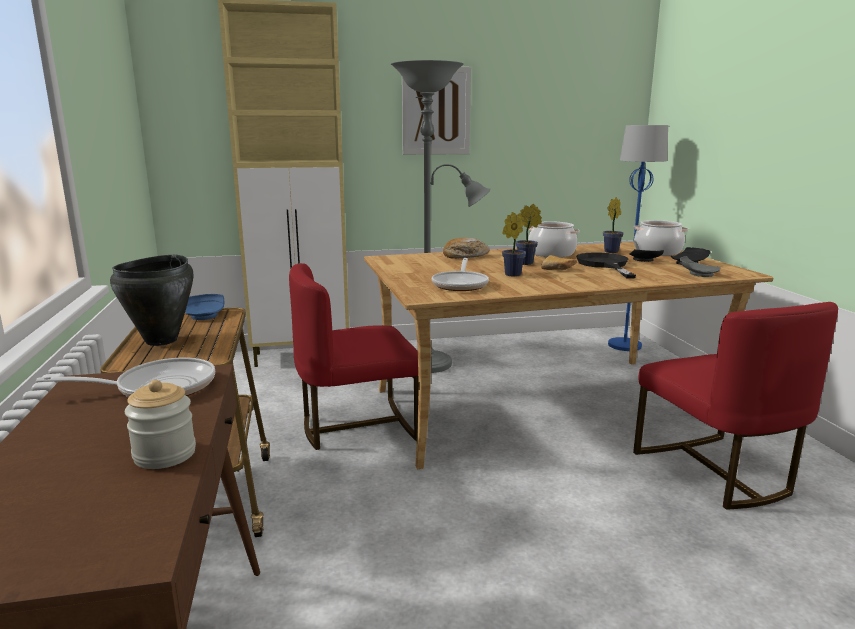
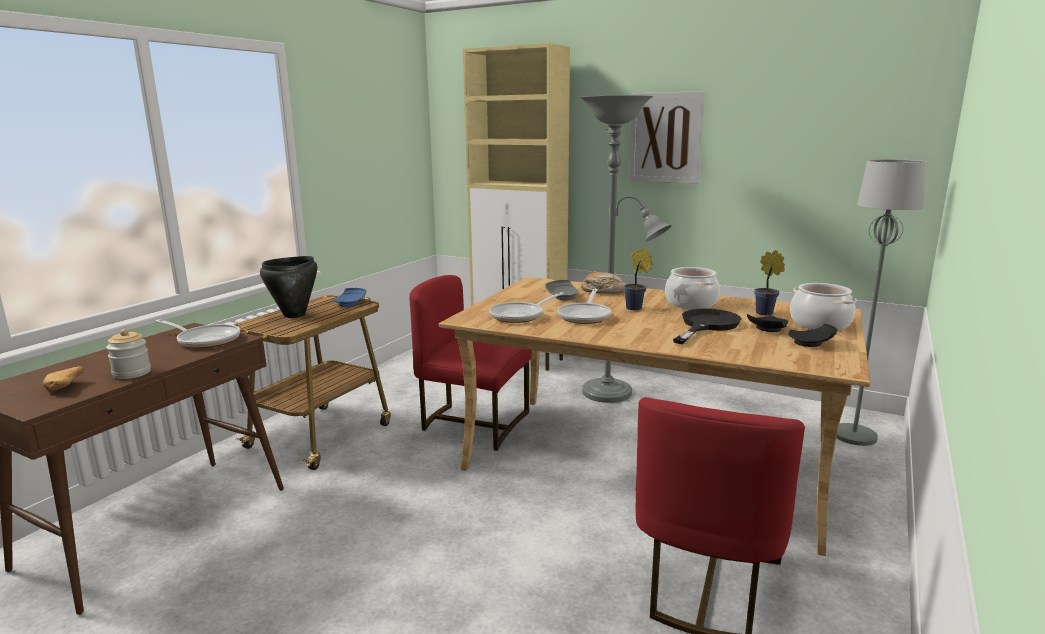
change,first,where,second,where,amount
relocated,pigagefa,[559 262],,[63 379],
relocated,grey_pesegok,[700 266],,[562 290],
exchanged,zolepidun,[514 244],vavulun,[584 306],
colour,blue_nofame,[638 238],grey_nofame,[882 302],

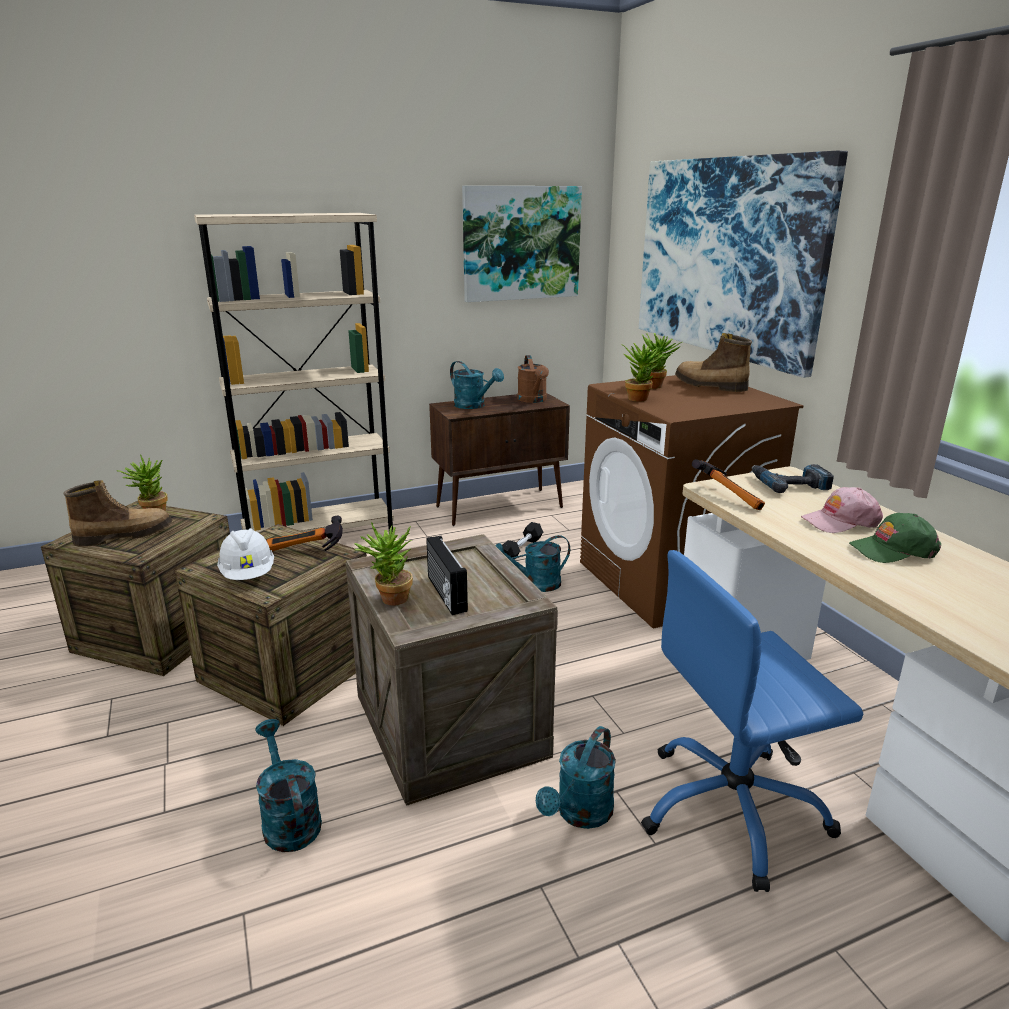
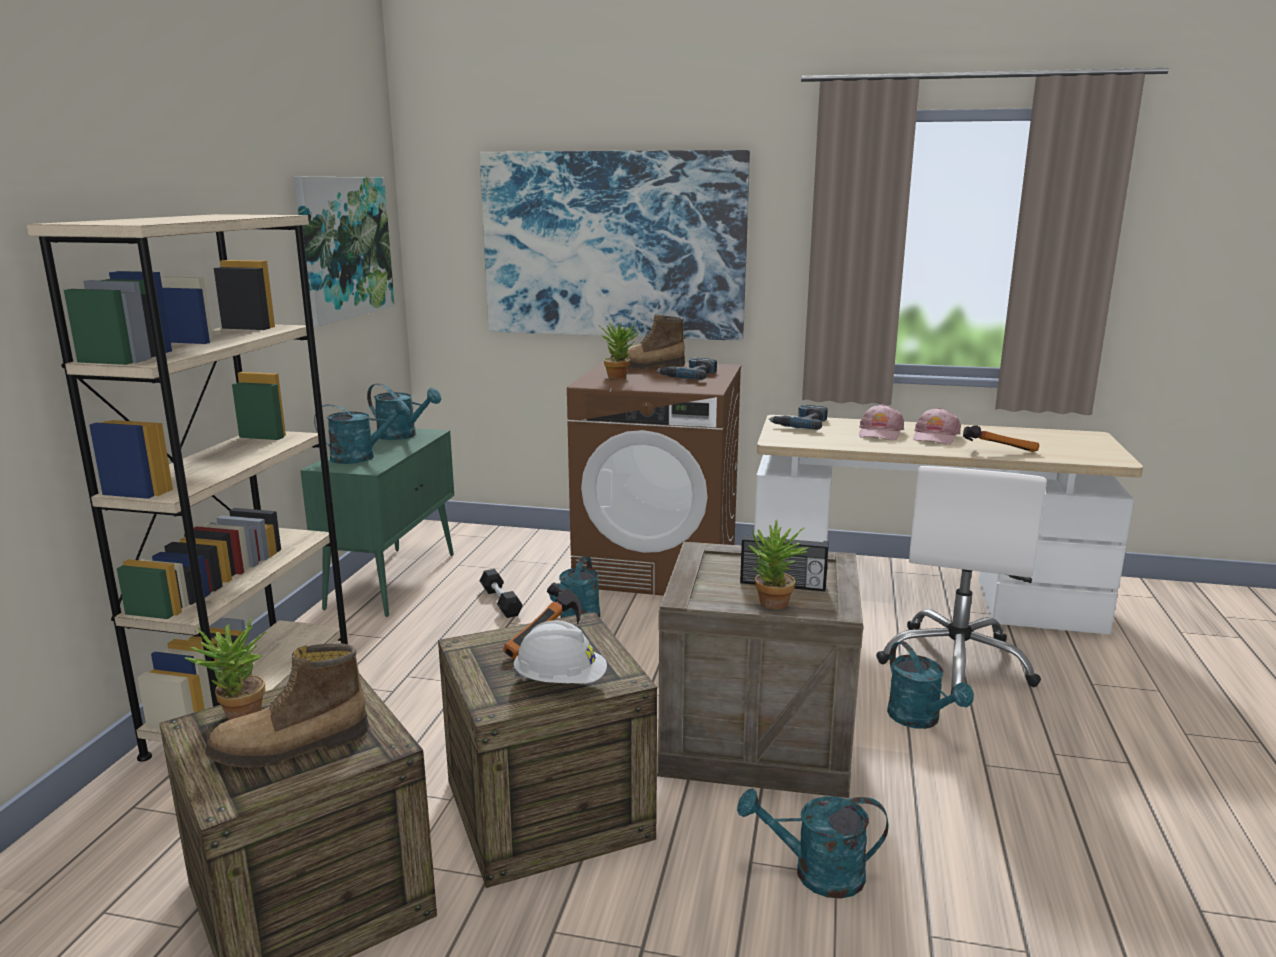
change,first,where,second,where,amount
spun,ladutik,[118 513],,[287 705],120 degrees counterclockwise
colour,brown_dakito,[499 459],green_dakito,[377 522],
colour,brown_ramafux,[533 379],turquoise_ramafux,[404 411],
appeared,,,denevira,[686 368],
colour,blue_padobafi,[752 721],white_padobafi,[961 580],
colour,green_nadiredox,[895 538],pink_nadiredox,[937 426],
relocated,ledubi,[728 484],,[1001 438],
missing,zolepidun,[643 372],,,

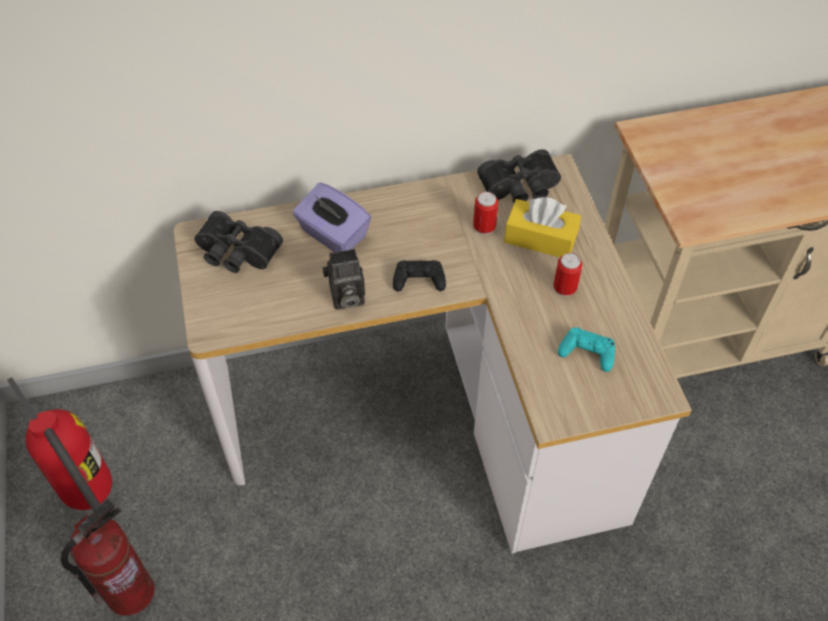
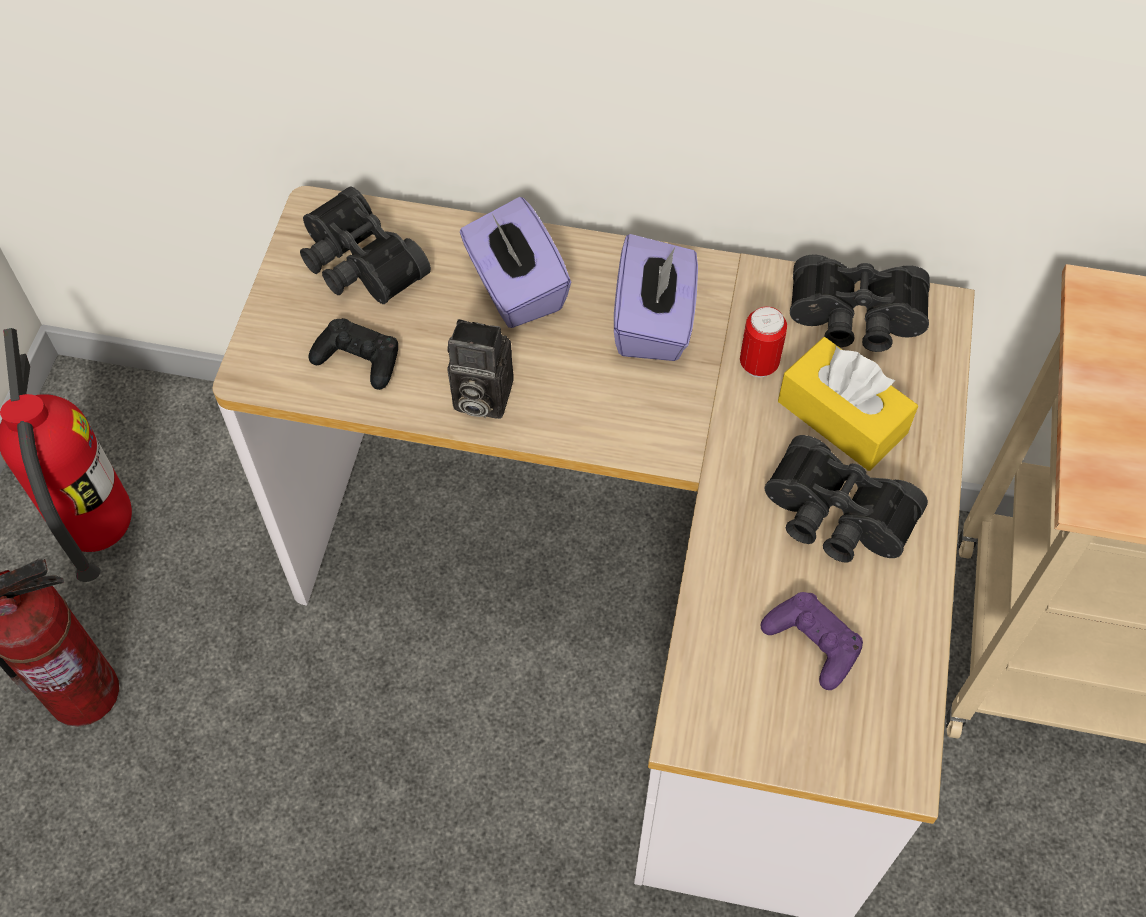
change,first,where,second,where,amount
relocated,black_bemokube,[419 275],,[353 354],
appeared,,,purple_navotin,[656 297],
colour,turquoise_bemokube,[586 349],purple_bemokube,[812 641],
exchanged,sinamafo,[567 274],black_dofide,[846 499],

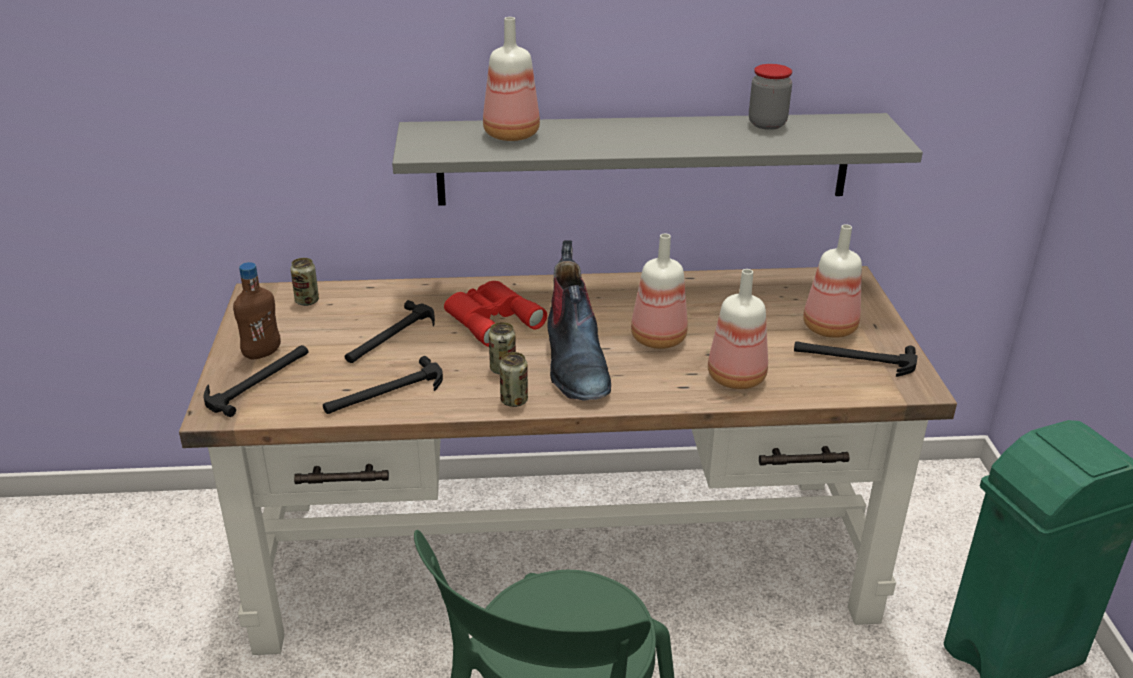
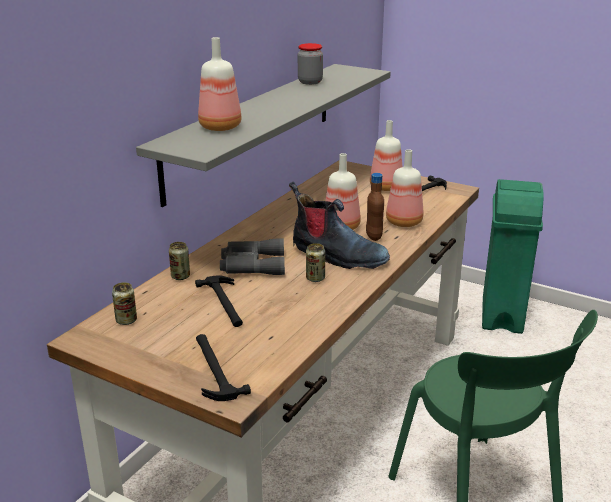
change,first,where,second,where,amount
relocated,sinamafo,[514 379],,[179 261],
colour,red_dofide,[495 314],grey_dofide,[252 256],
relocated,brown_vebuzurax,[257 310],,[375 207],
missing,ledubi,[383 385],,,

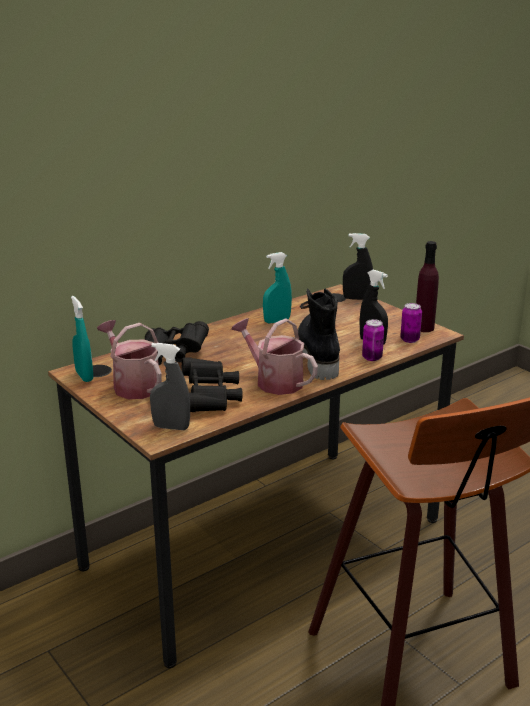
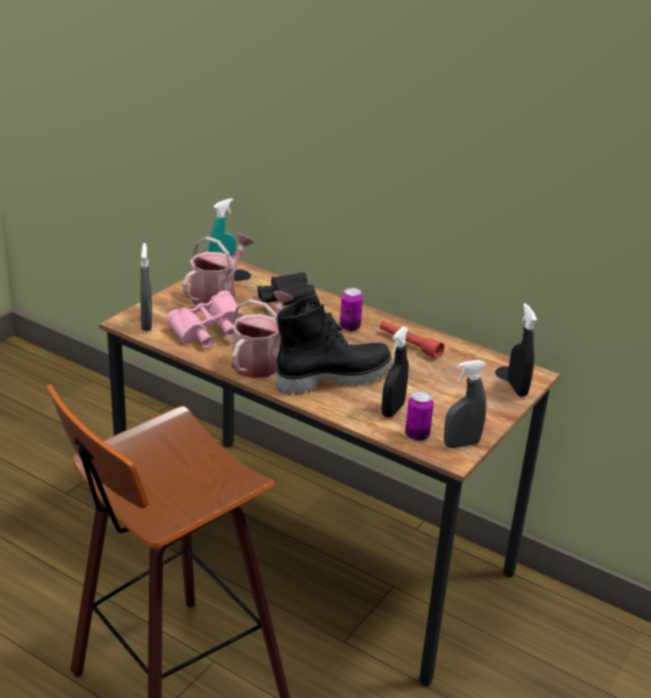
change,first,where,second,where,amount
colour,black_dofide,[212 384],pink_dofide,[205 319],
relocated,sinamafo,[373 340],,[351 309],
exchanged,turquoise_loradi,[277 287],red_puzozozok,[412 340],
exchanged,purple_vebuzurax,[427 286],grey_loradi,[465 404],

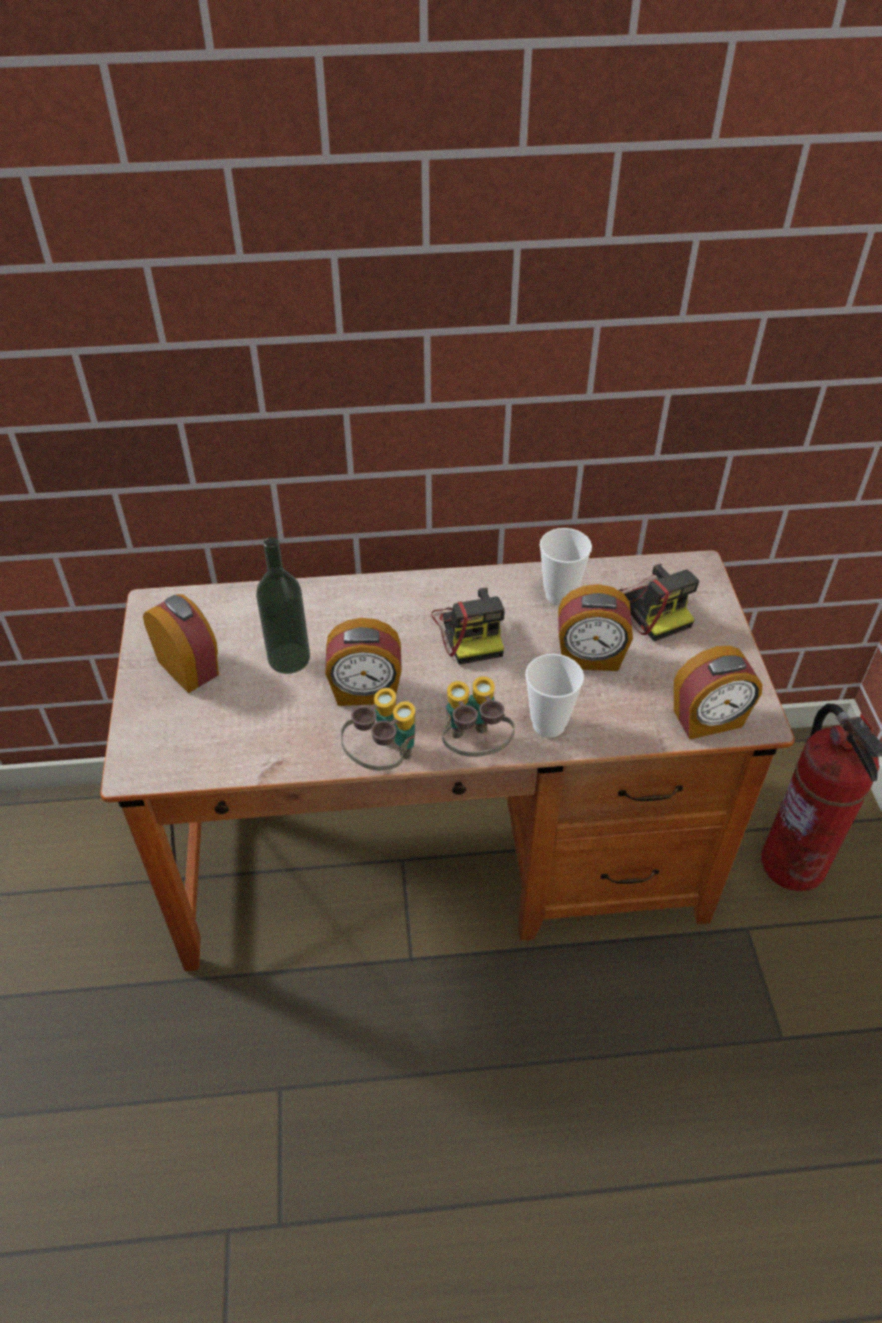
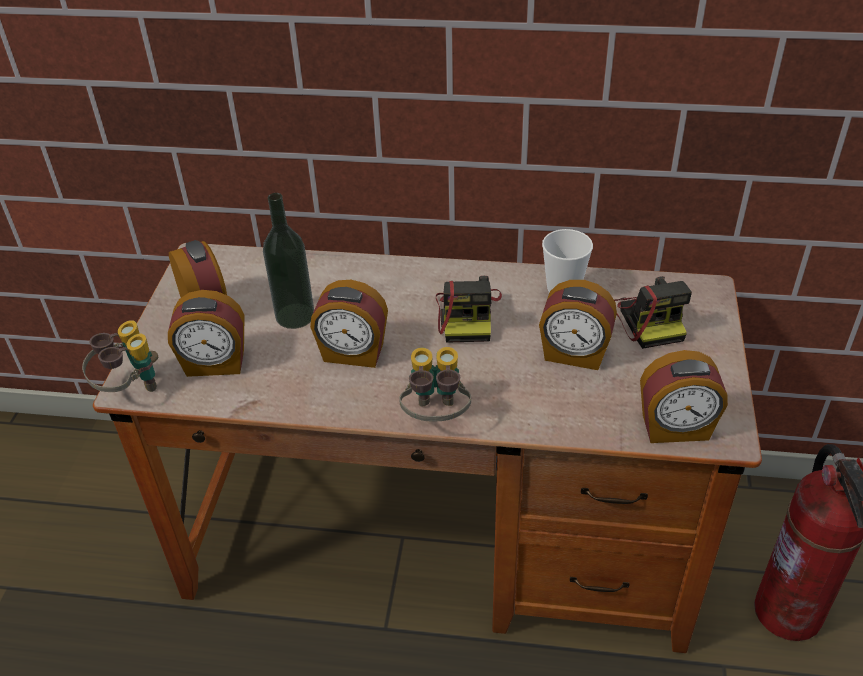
change,first,where,second,where,amount
relocated,dofide,[378 729],,[120 356],
appeared,,,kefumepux,[206 333],
missing,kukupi,[554 696],,,

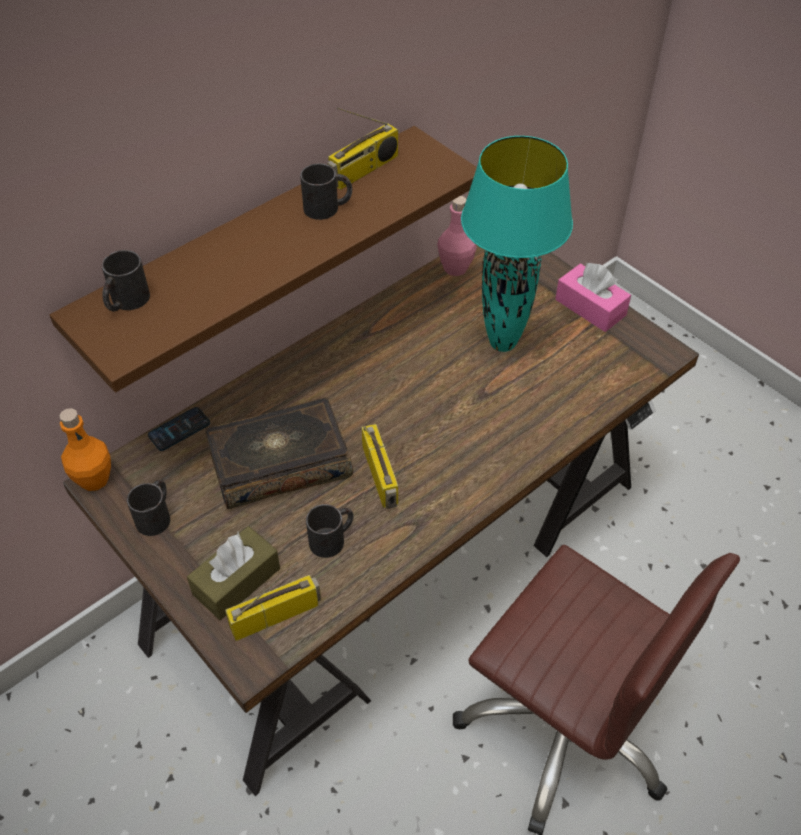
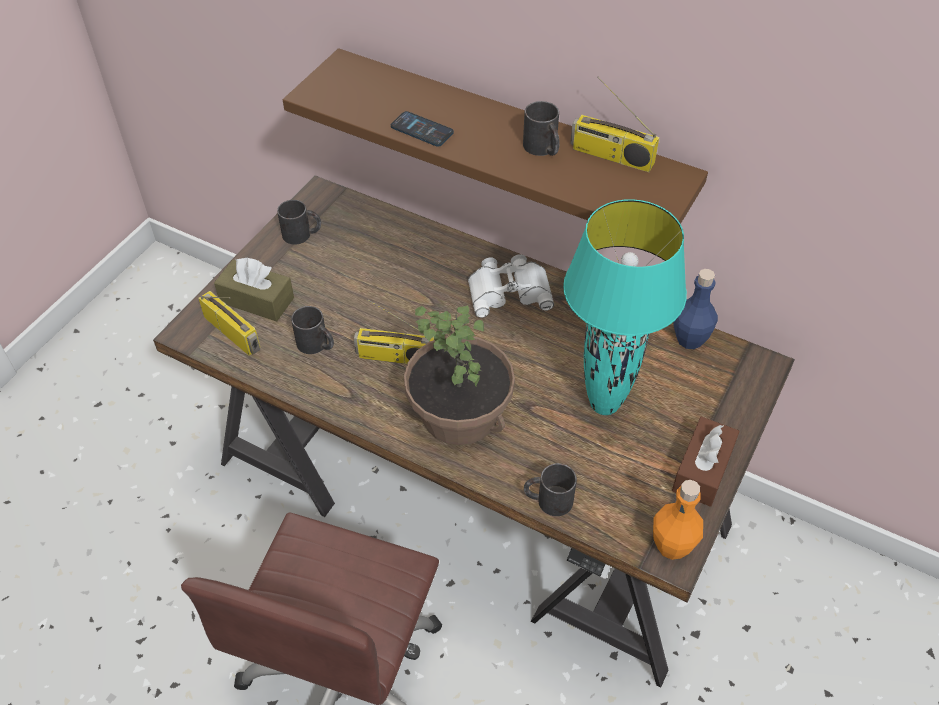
change,first,where,second,where,amount
spun,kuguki,[379 466],,[394 331],45 degrees clockwise
relocated,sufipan,[179 429],,[422 129],
appeared,,,zolepidun,[459 375],
appeared,,,white_dofide,[511 286],
relocated,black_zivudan,[126 280],,[550 489],
relocated,orange_vebuzurax,[85 449],,[678 520],
colour,pink_navotin,[593 297],brown_navotin,[706 462],
colour,pink_vebuzurax,[457 236],blue_vebuzurax,[695 309],
missing,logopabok,[279 453],,,

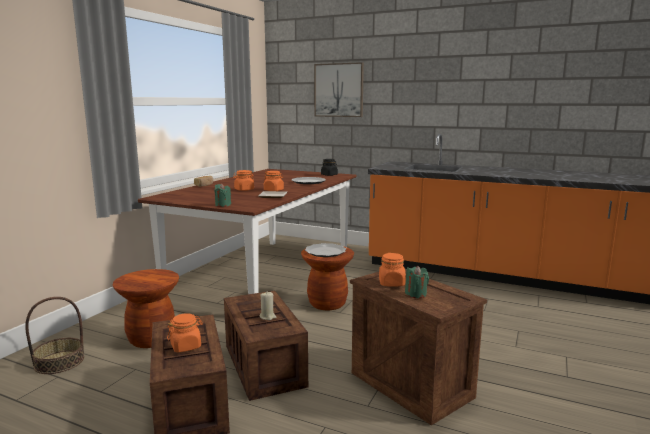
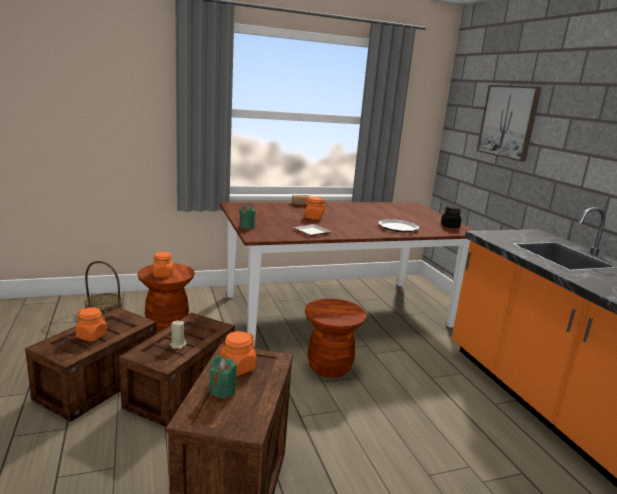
change,first,where,second,where,amount
relocated,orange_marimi,[274 181],,[163 264],
missing,pesegok,[325 250],,,

